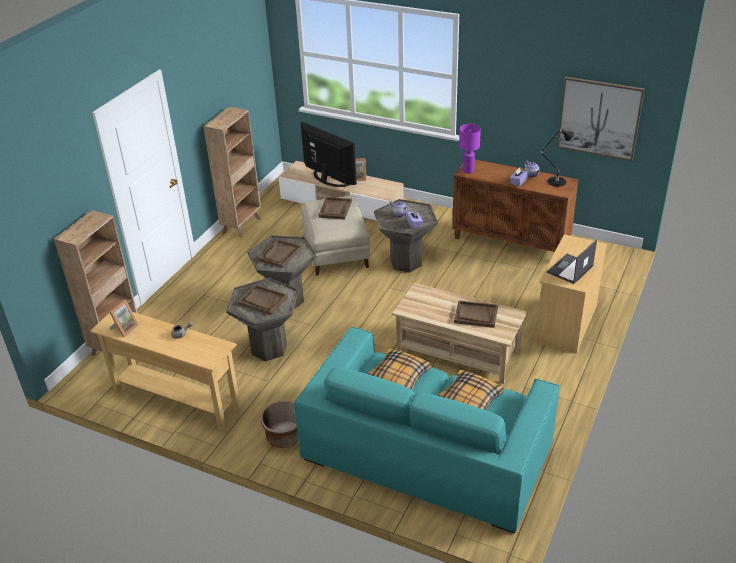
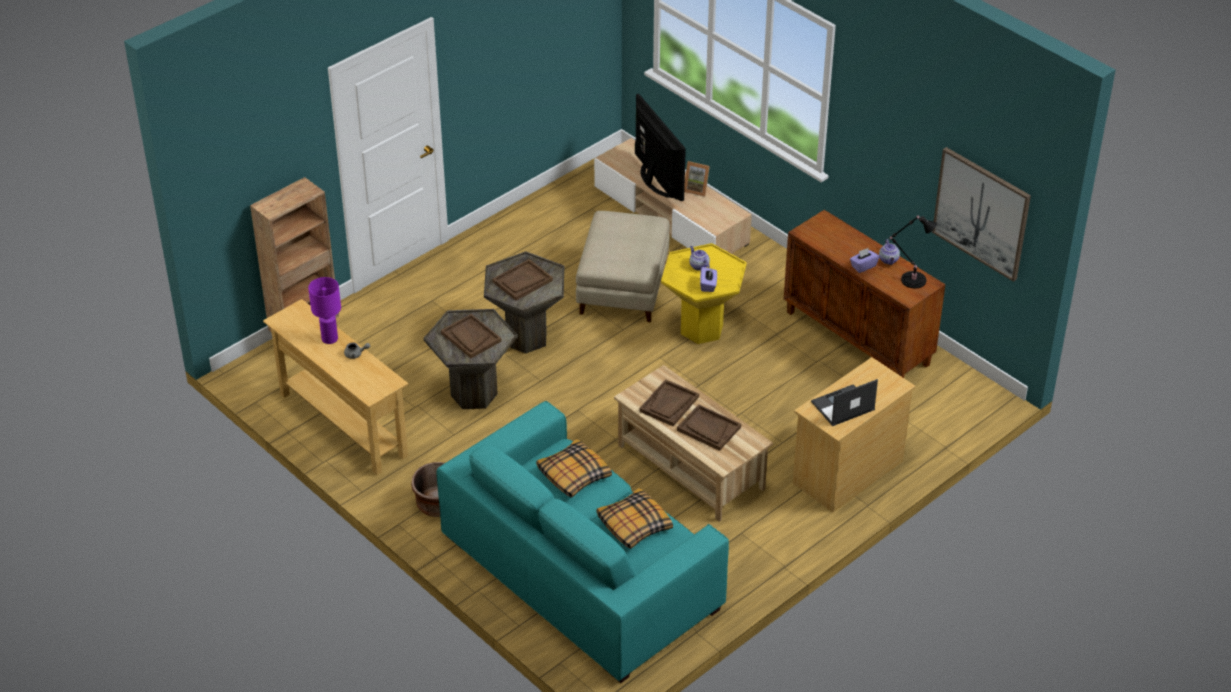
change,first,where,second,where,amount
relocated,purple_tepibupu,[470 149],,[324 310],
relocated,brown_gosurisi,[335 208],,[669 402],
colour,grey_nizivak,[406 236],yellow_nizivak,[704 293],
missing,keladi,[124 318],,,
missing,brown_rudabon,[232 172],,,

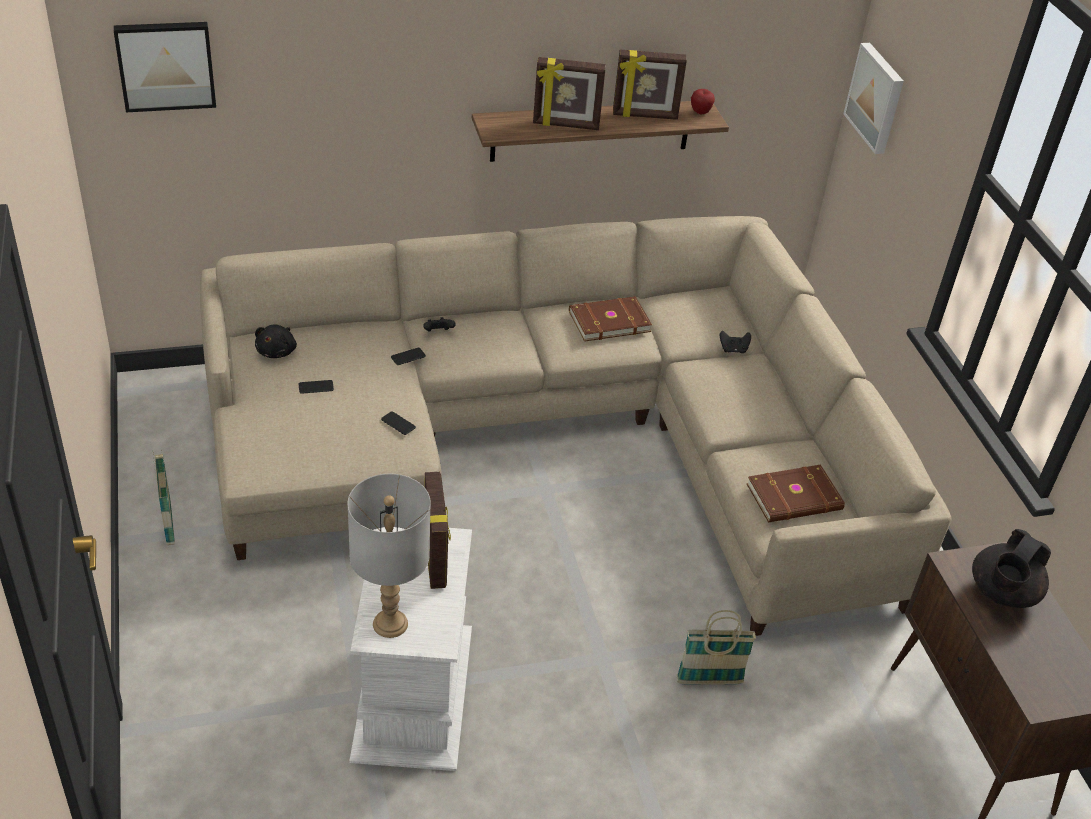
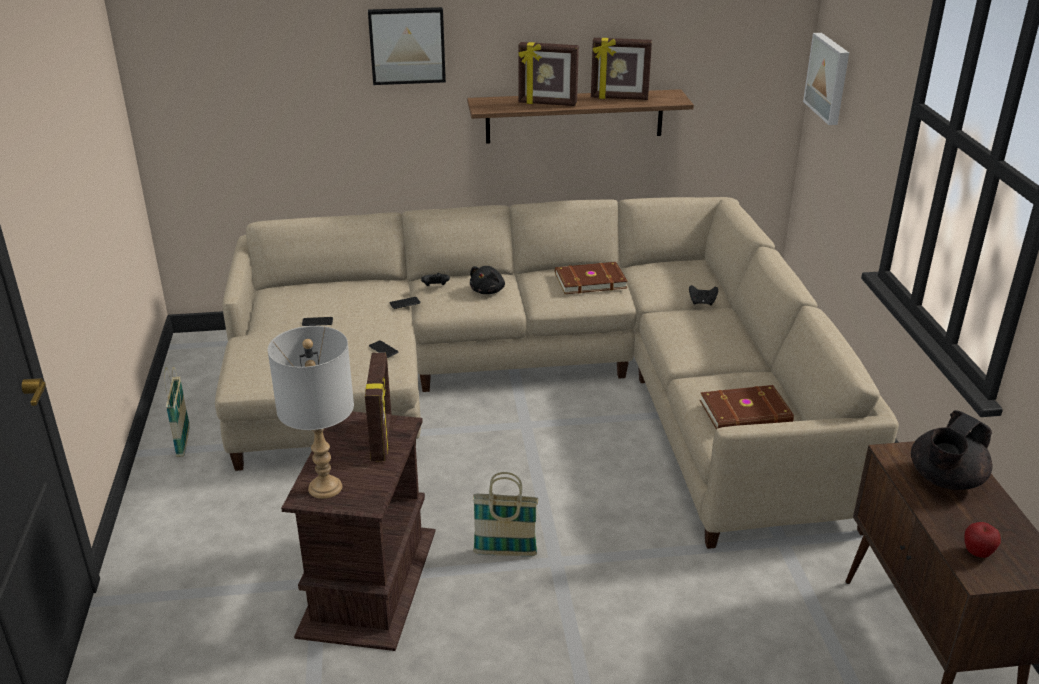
change,first,where,second,where,amount
colour,white_nizivak,[410 649],brown_nizivak,[358 531],
relocated,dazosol,[164 67],,[407 46],
relocated,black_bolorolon,[276 341],,[487 280],
relocated,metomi,[716 647],,[505 514],
relocated,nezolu,[703 101],,[982 540],

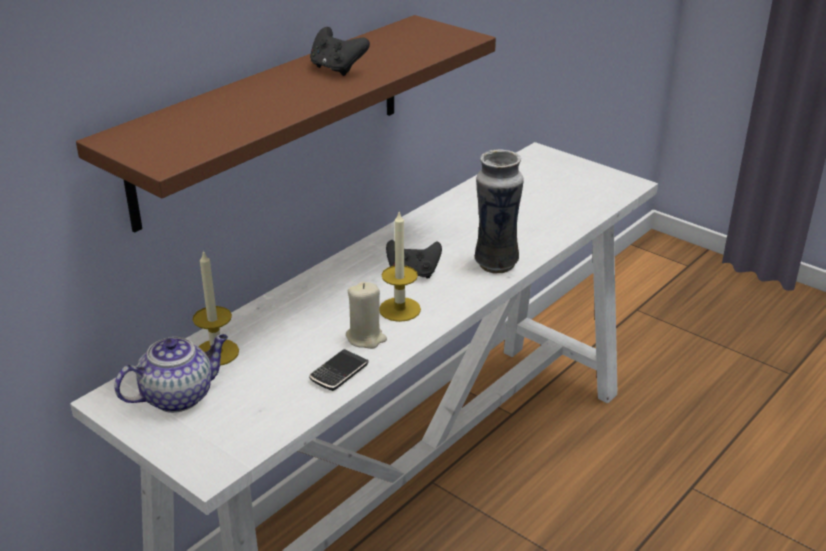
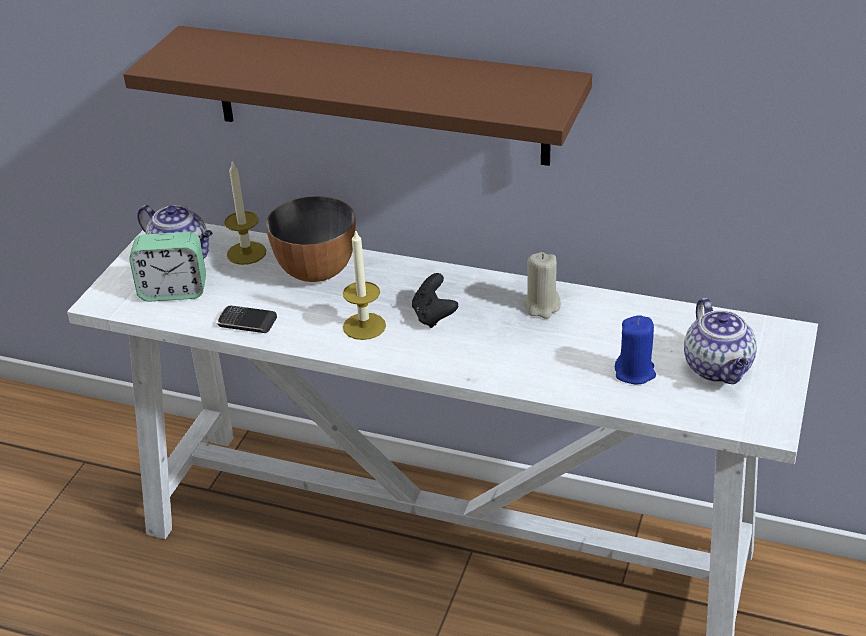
change,first,where,second,where,amount
appeared,,,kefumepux,[167 267],
appeared,,,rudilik,[311 239],
relocated,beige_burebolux,[366 315],,[542 285],
appeared,,,blue_burebolux,[635 349],
appeared,,,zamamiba,[720 341],
missing,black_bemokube,[340 51],,,
missing,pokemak,[499 211],,,

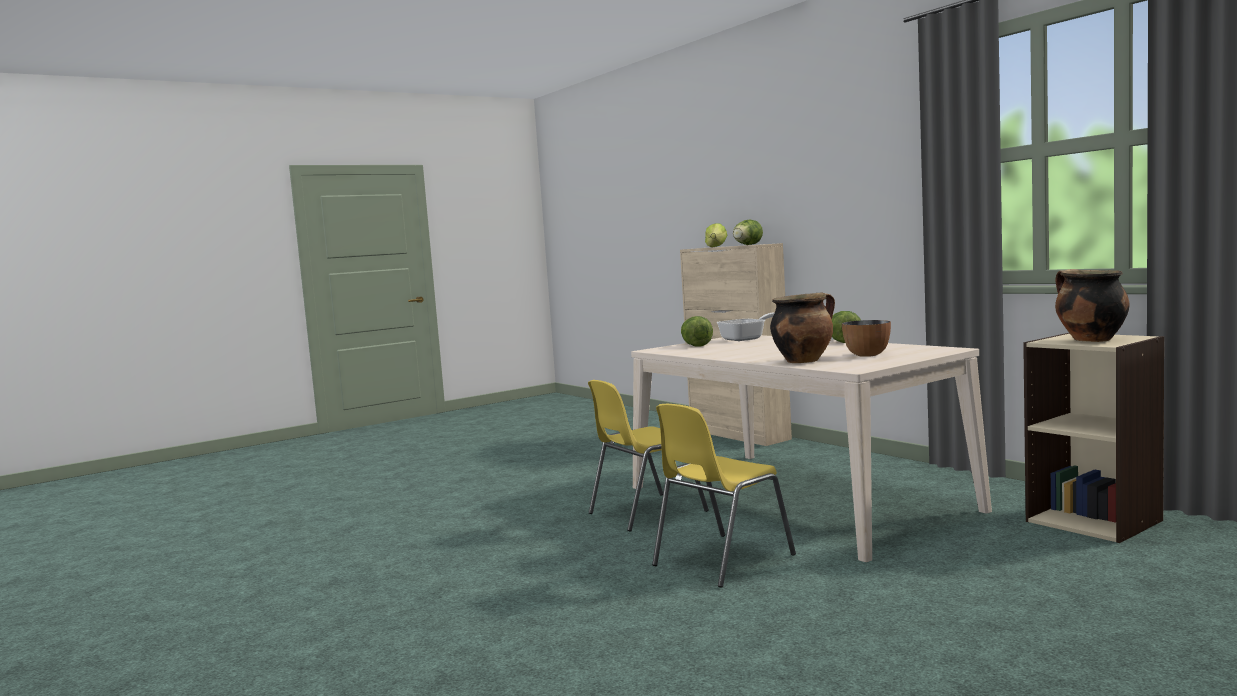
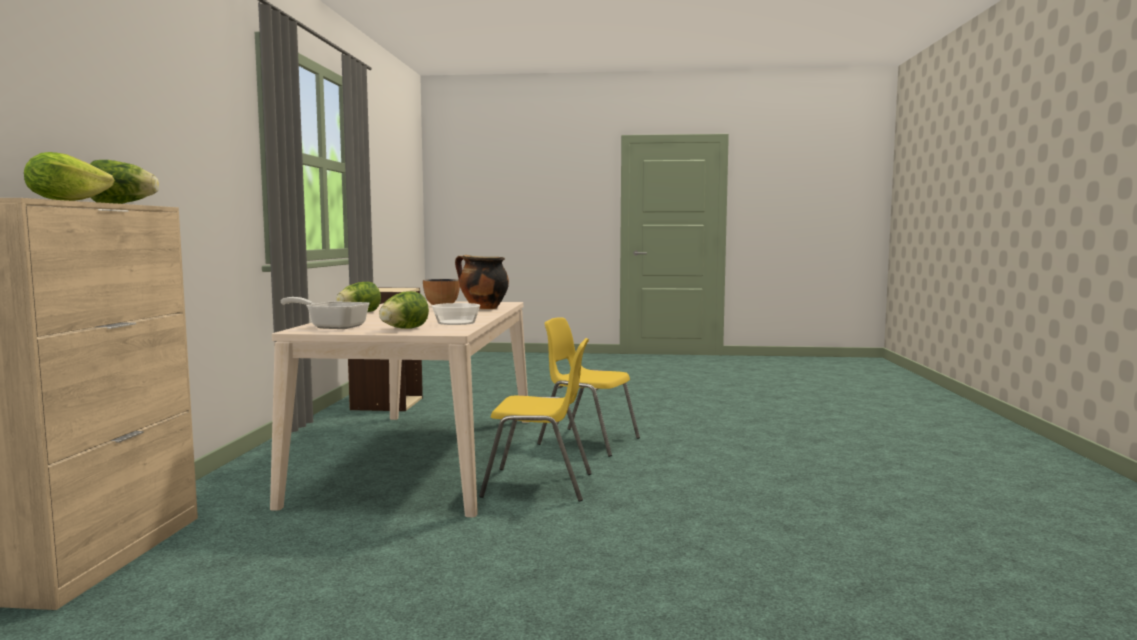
change,first,where,second,where,amount
appeared,,,rudilik,[456 314],
spun,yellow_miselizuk,[724 496],,[588 387],150 degrees counterclockwise
missing,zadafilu,[1092 305],,,

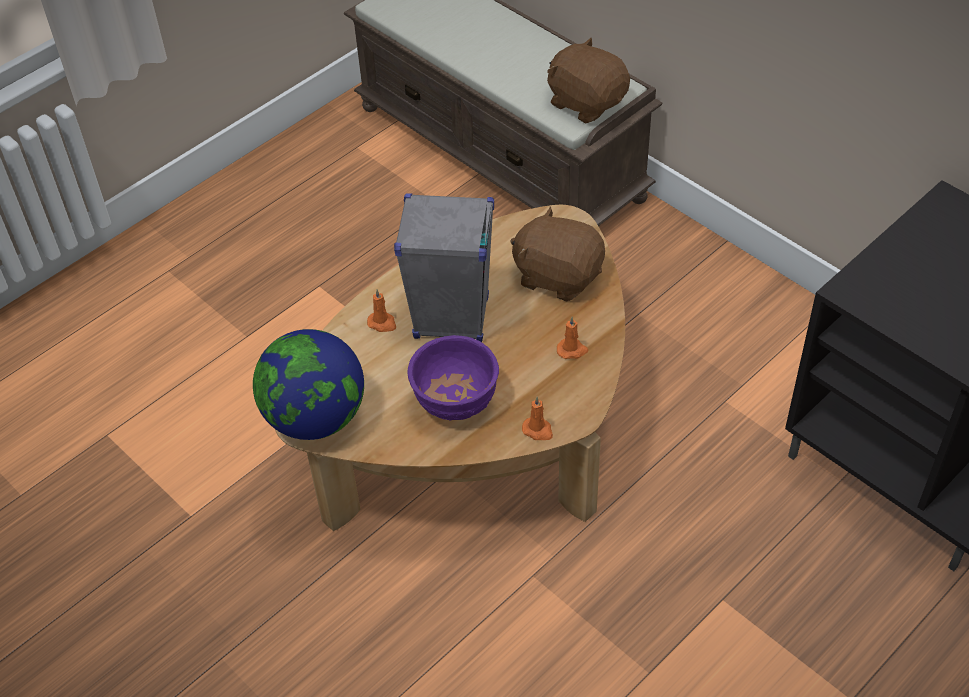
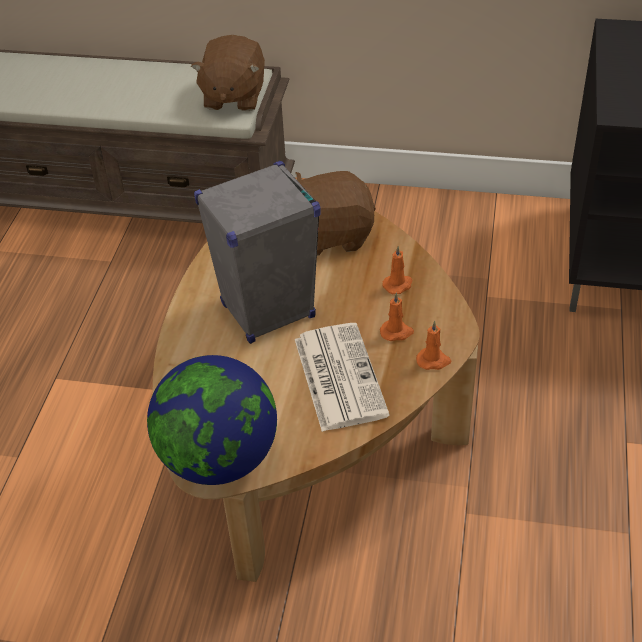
change,first,where,second,where,amount
spun,brown_bolorolon,[588 81],,[228 73],90 degrees counterclockwise
exchanged,purple_rudilik,[453 377],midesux,[342 377],
relocated,orange_burebolux,[381 310],,[397 316],

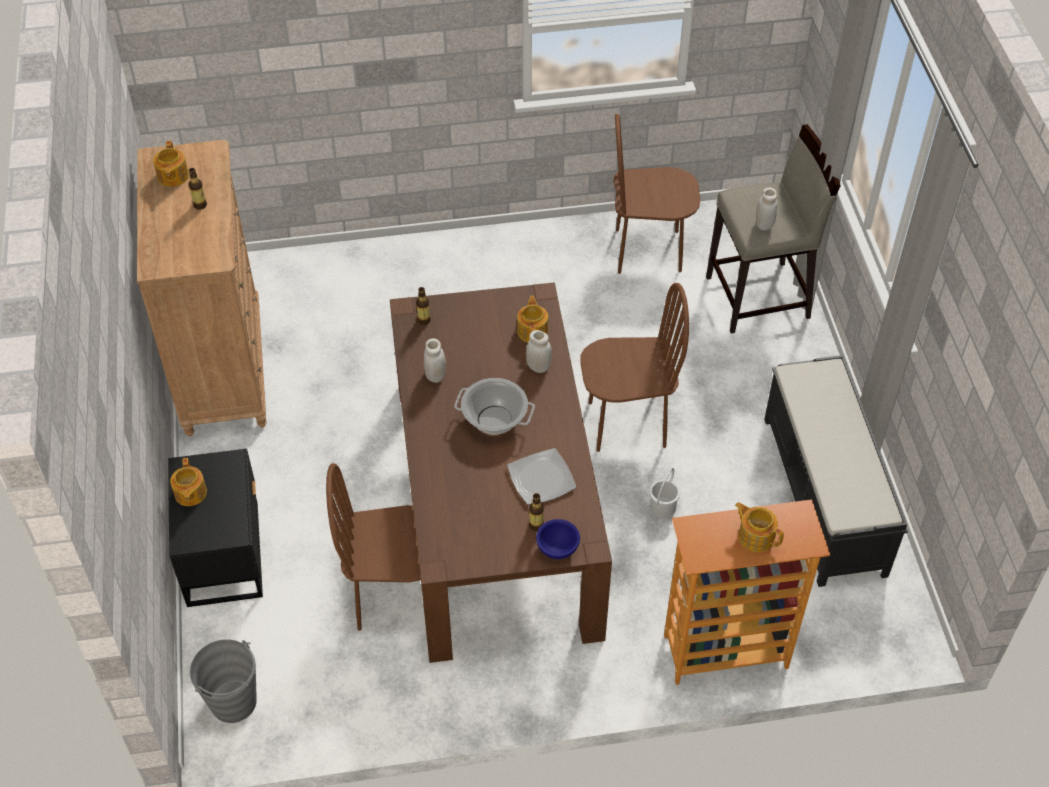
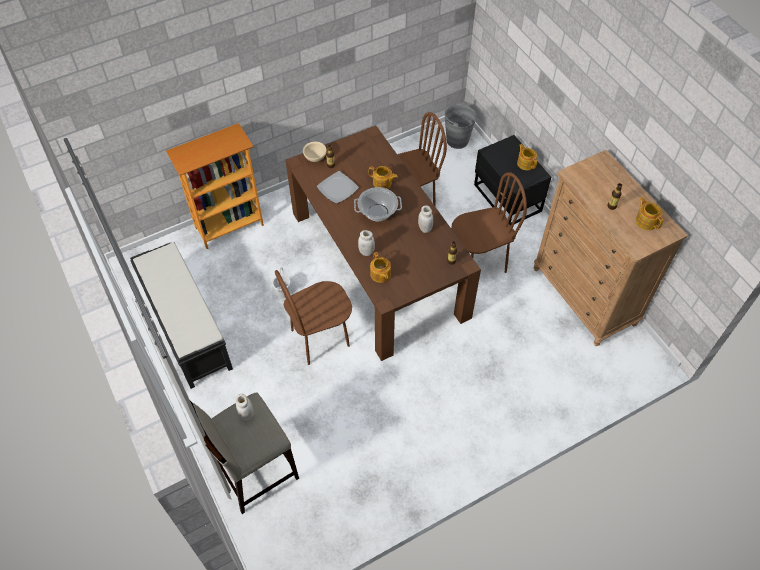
change,first,where,second,where,amount
colour,blue_rudilik,[558 539],beige_rudilik,[315 152],
relocated,zamamiba,[759 527],,[383 177],
relocated,brown_miselizuk,[656 194],,[489 222],

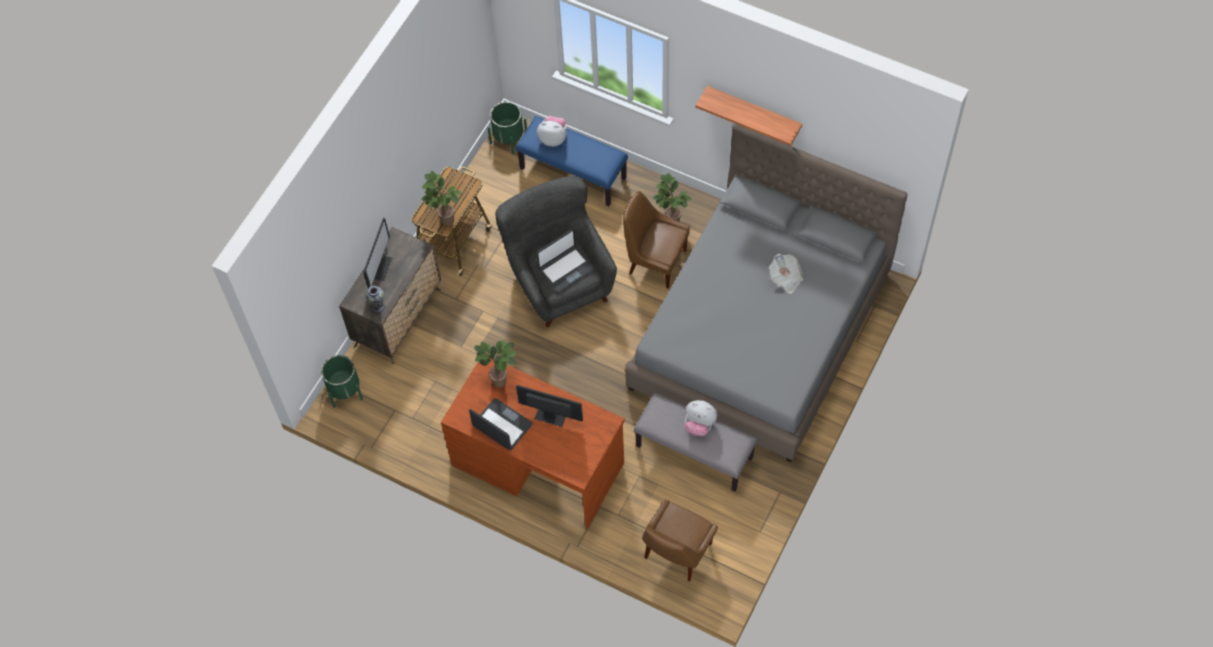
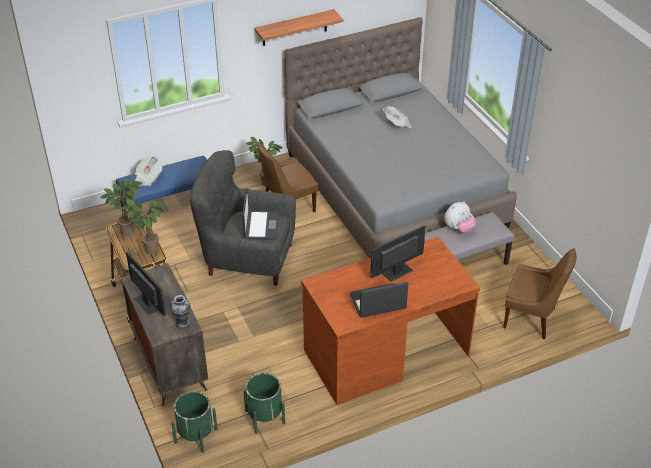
change,first,where,second,where,amount
relocated,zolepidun,[495 364],,[122 206],
exchanged,bolorolon,[552 131],midesux,[148 171],
relocated,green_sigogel,[507 128],,[264 403],
spun,brown_miselizuk,[680 540],,[540 294],45 degrees counterclockwise

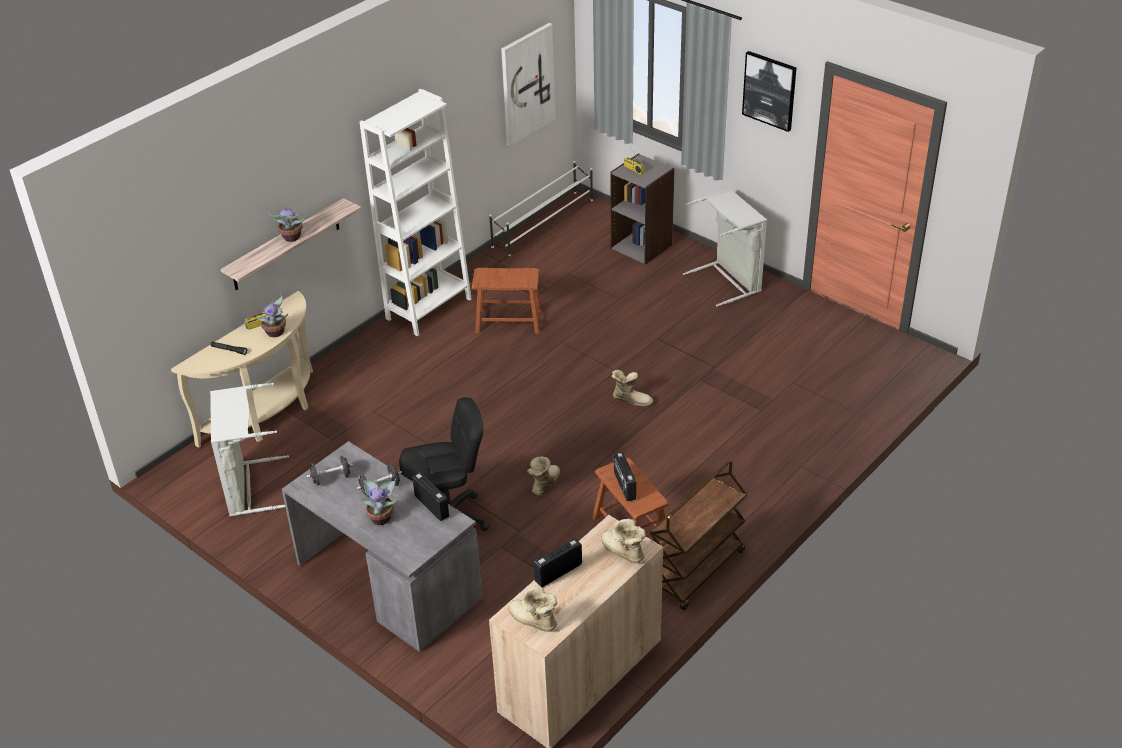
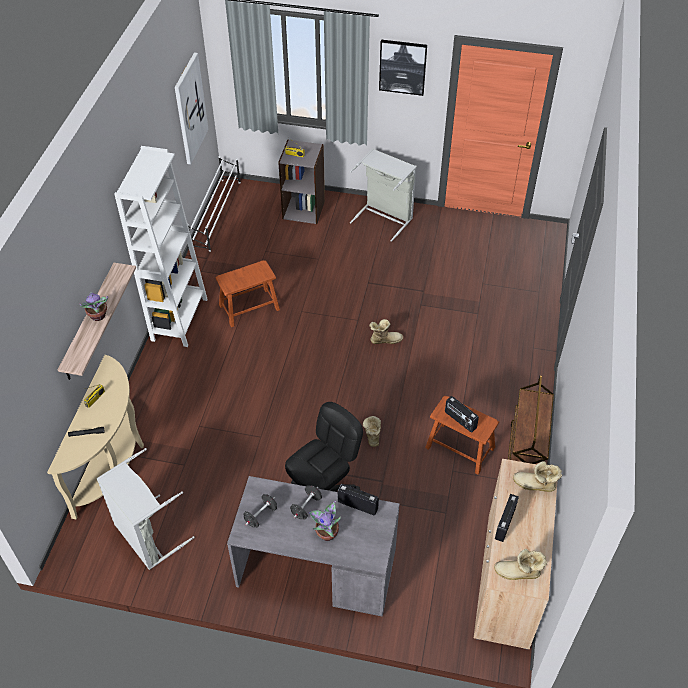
change,first,where,second,where,amount
missing,zolepidun,[271 315],,,

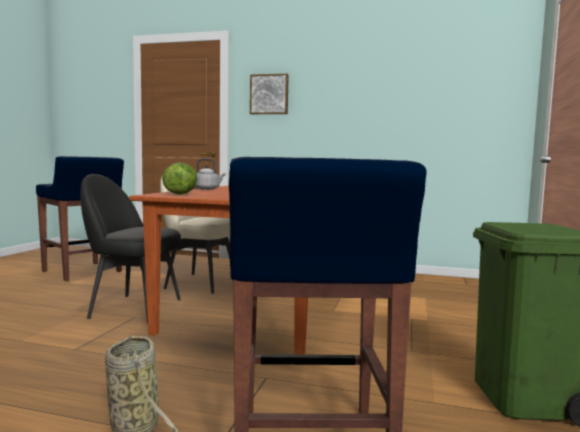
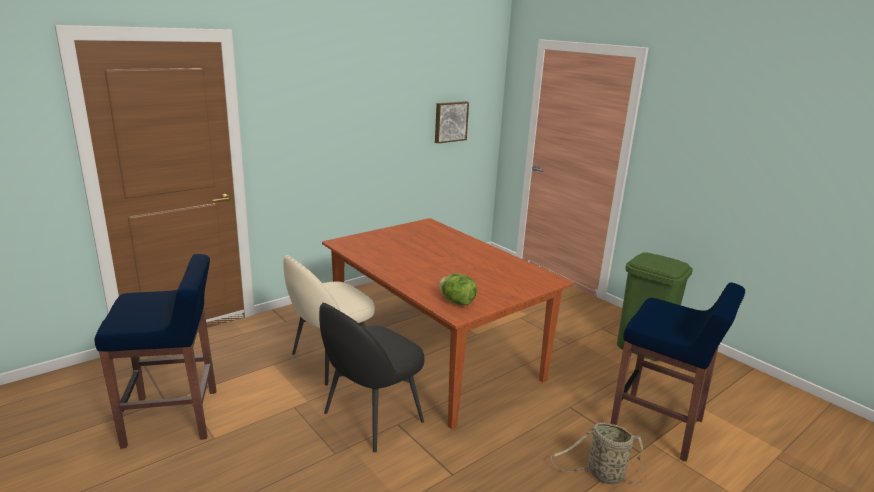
change,first,where,second,where,amount
relocated,dazosol,[269 94],,[452 122],
missing,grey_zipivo,[210 174],,,

